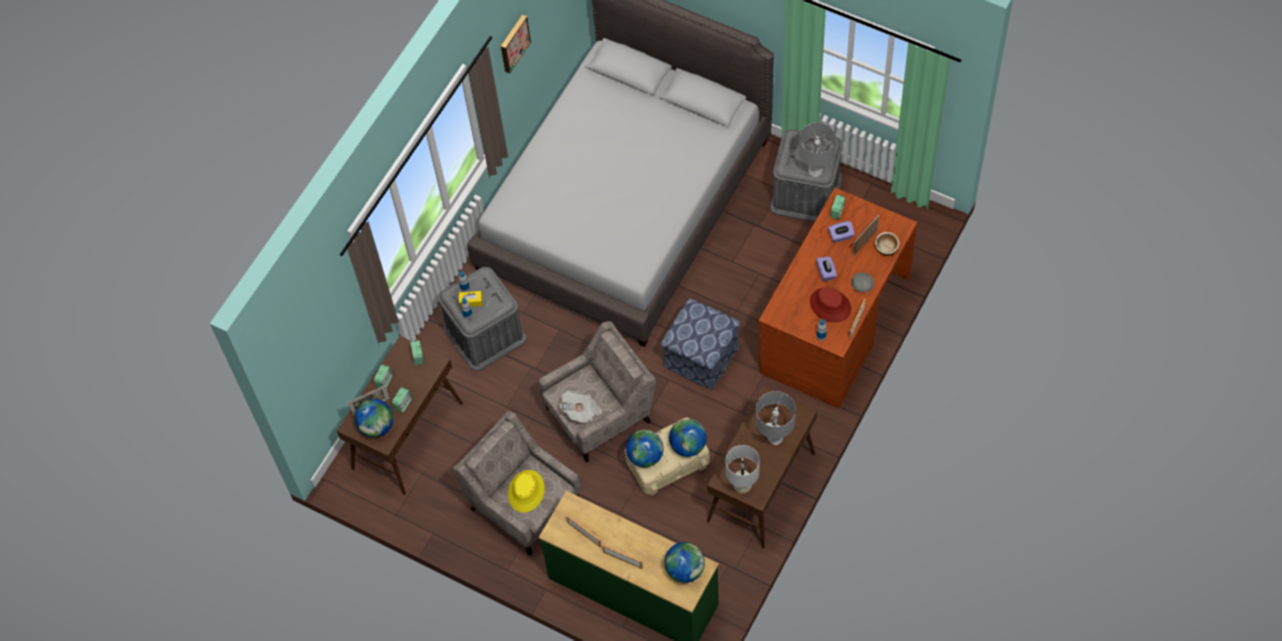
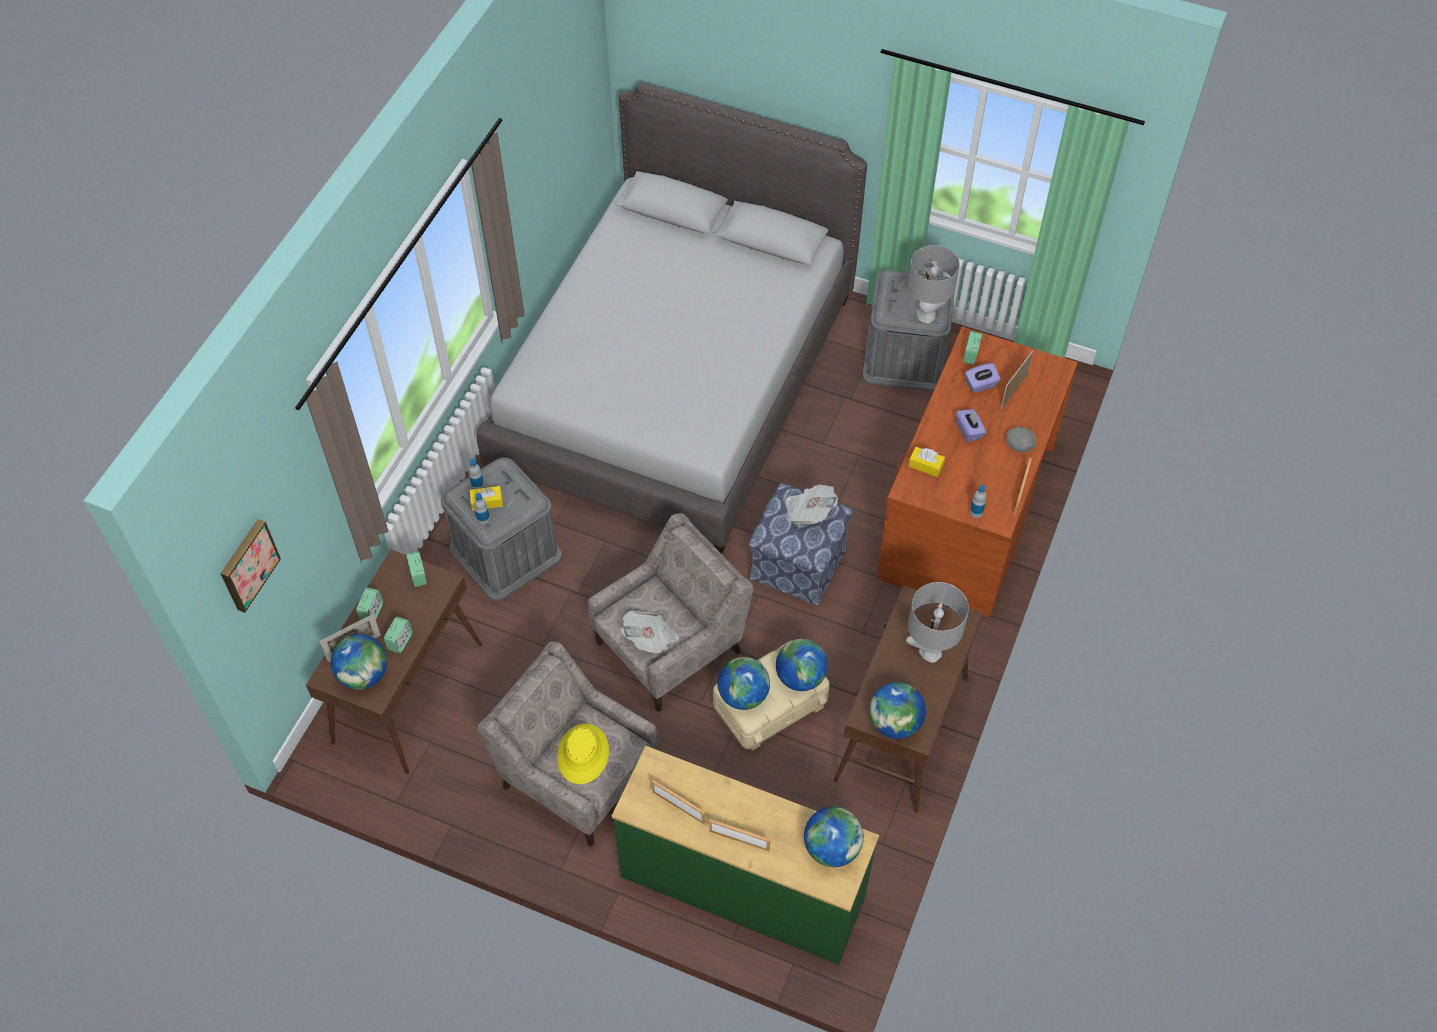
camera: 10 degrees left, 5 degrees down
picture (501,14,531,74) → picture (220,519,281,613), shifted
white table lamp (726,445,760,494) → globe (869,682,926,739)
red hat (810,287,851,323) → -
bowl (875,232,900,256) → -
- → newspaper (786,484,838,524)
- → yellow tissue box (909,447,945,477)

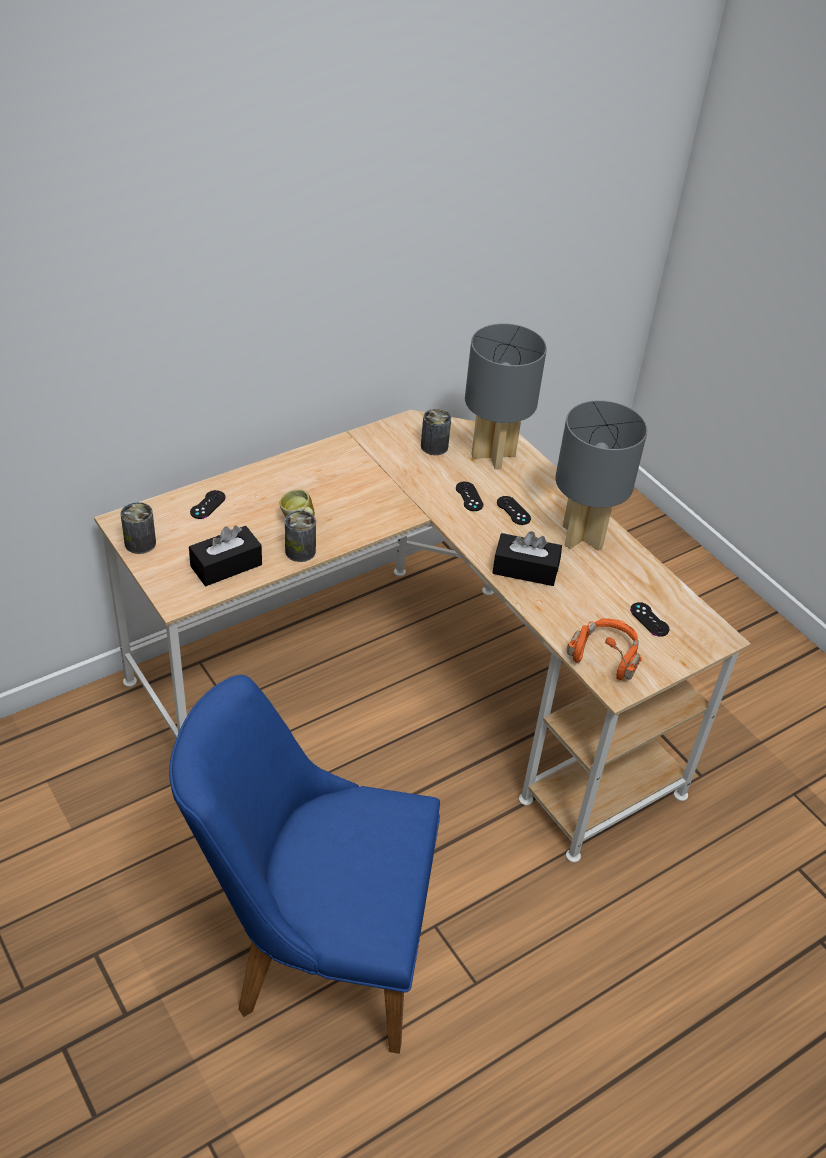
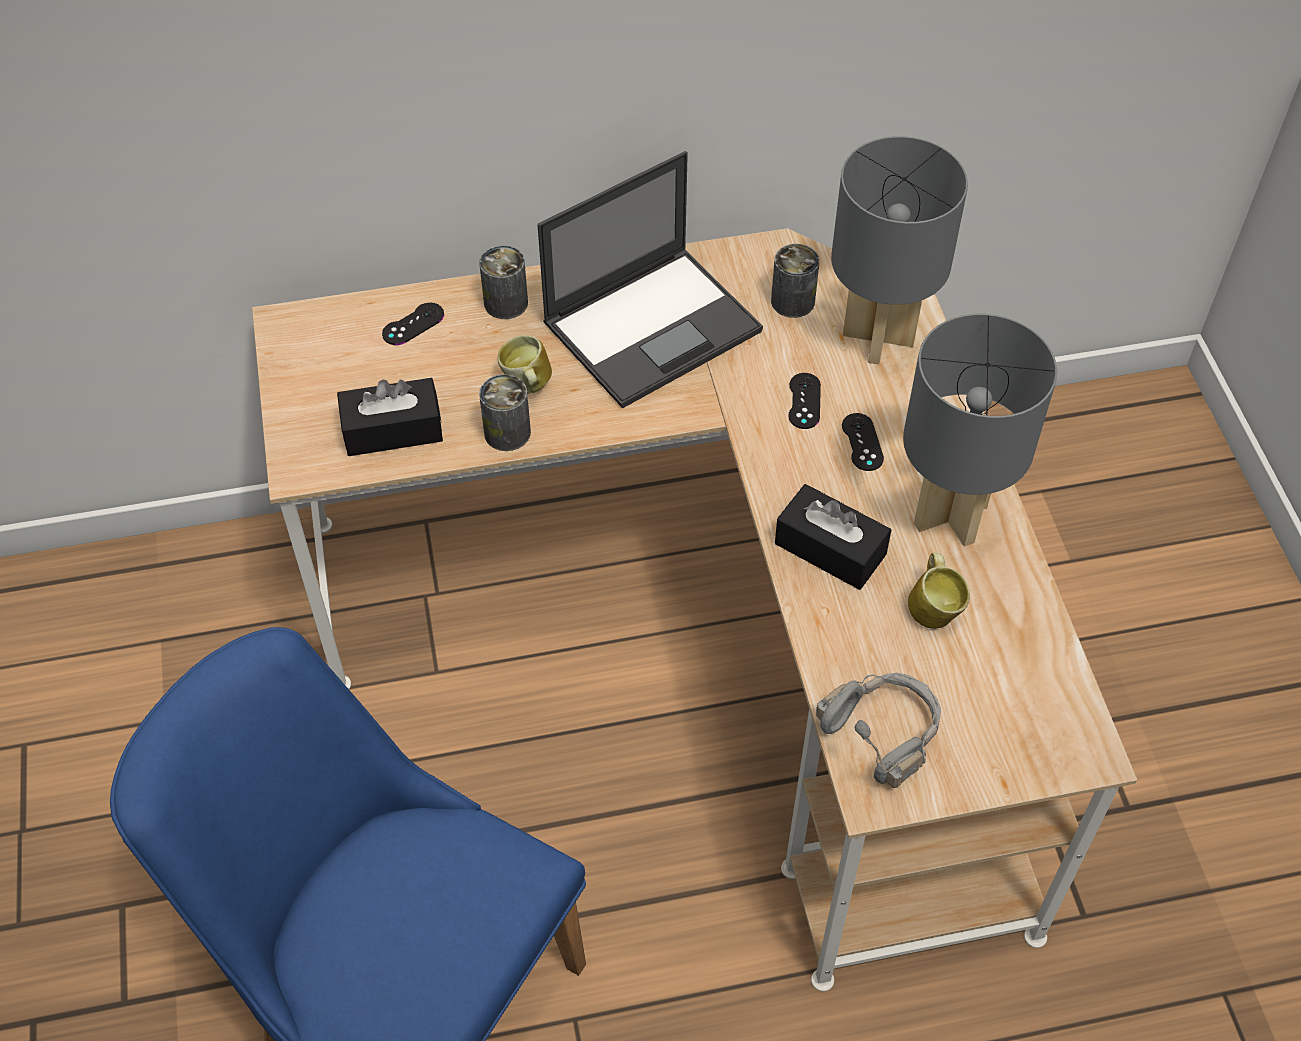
camera: 25 degrees right, 10 degrees up
can (121,502,156,554) → can (479,245,528,319), shifted
orange headphones (567,618,641,680) → grey headphones (816,673,941,788)
black game controller (630,602,669,637) → -
- → laptop (537,151,763,408)
- → mug (908,553,970,629)

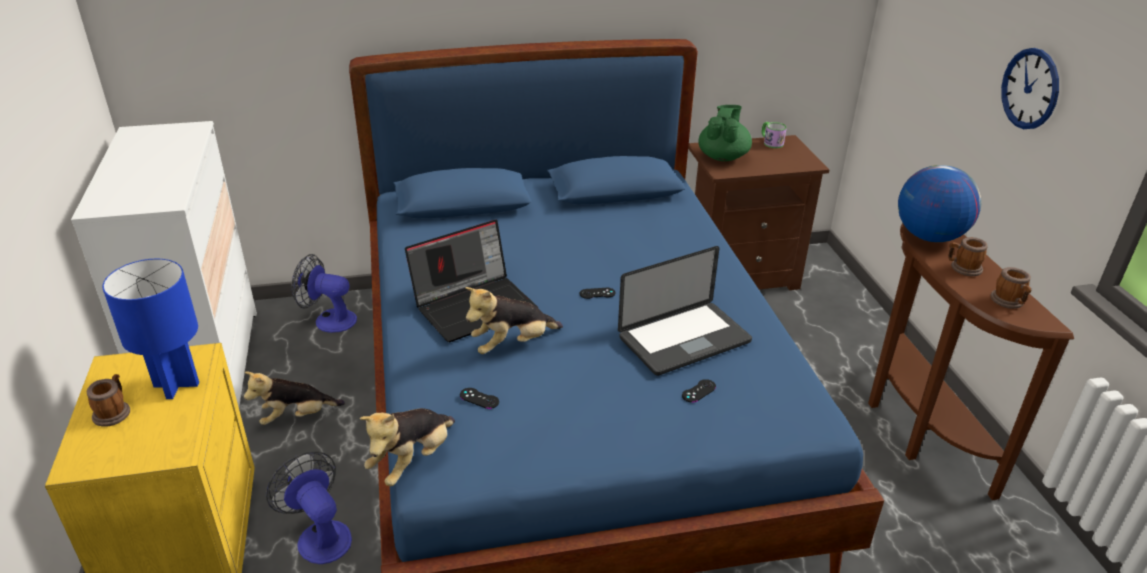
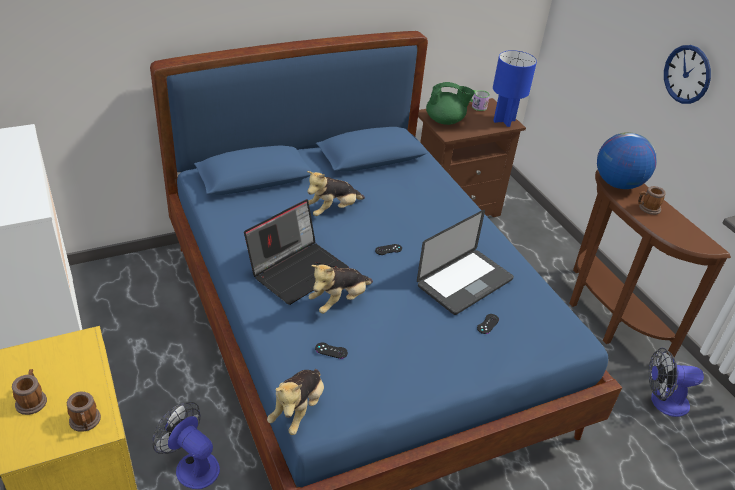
camera: 15 degrees left, 5 degrees up
blue table lamp (102,259,199,399) → blue table lamp (493,50,537,127), shifted
plush toy (244,372,345,425) → plush toy (307,171,365,216), shifted
fan (292,254,357,333) → fan (648,348,704,417), shifted
green teapot (698,105,752,161) → green teapot (426,82,475,125), 90 degrees clockwise
mug (990,267,1031,309) → mug (67,391,101,432), shifted

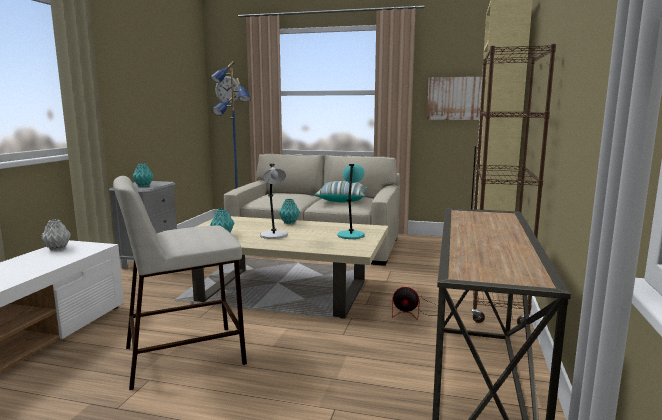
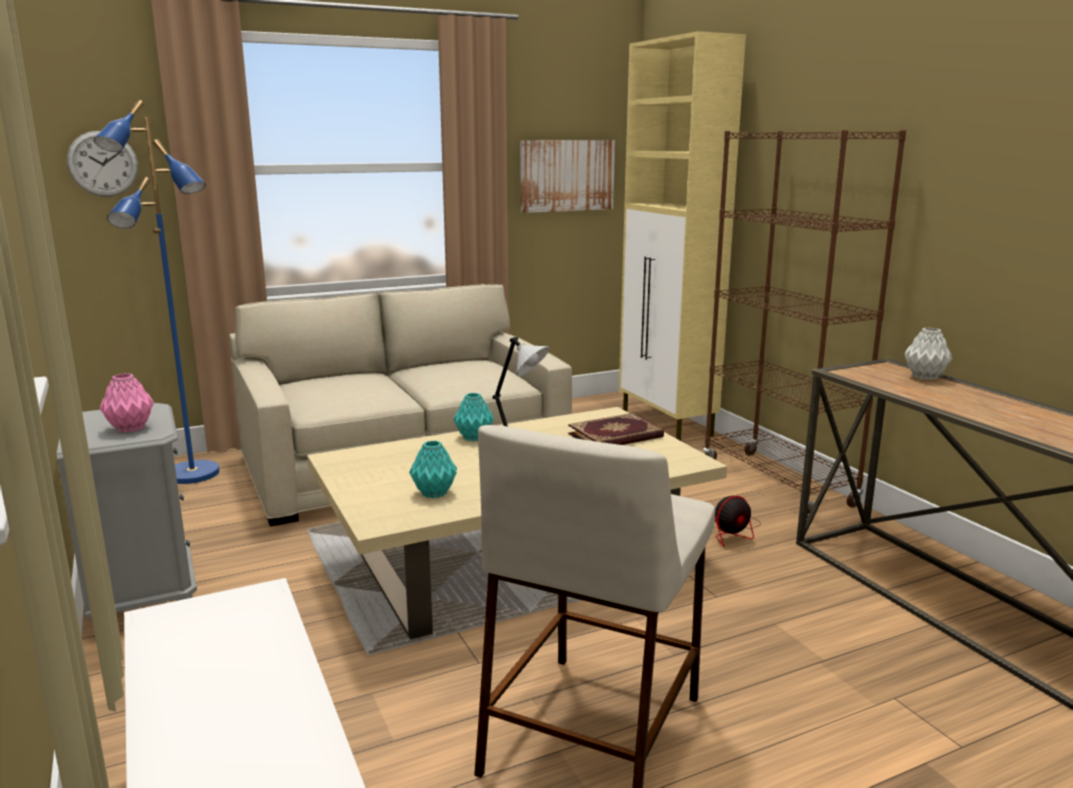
camera: 40 degrees left, 5 degrees up
grey vase (41,219,71,251) → grey vase (905,328,952,380), shifted
turquoise vase (132,163,153,187) → pink vase (100,373,154,432)
pillow (314,181,367,202) → -
turquoise table lamp (337,164,365,239) → book (568,413,664,445)

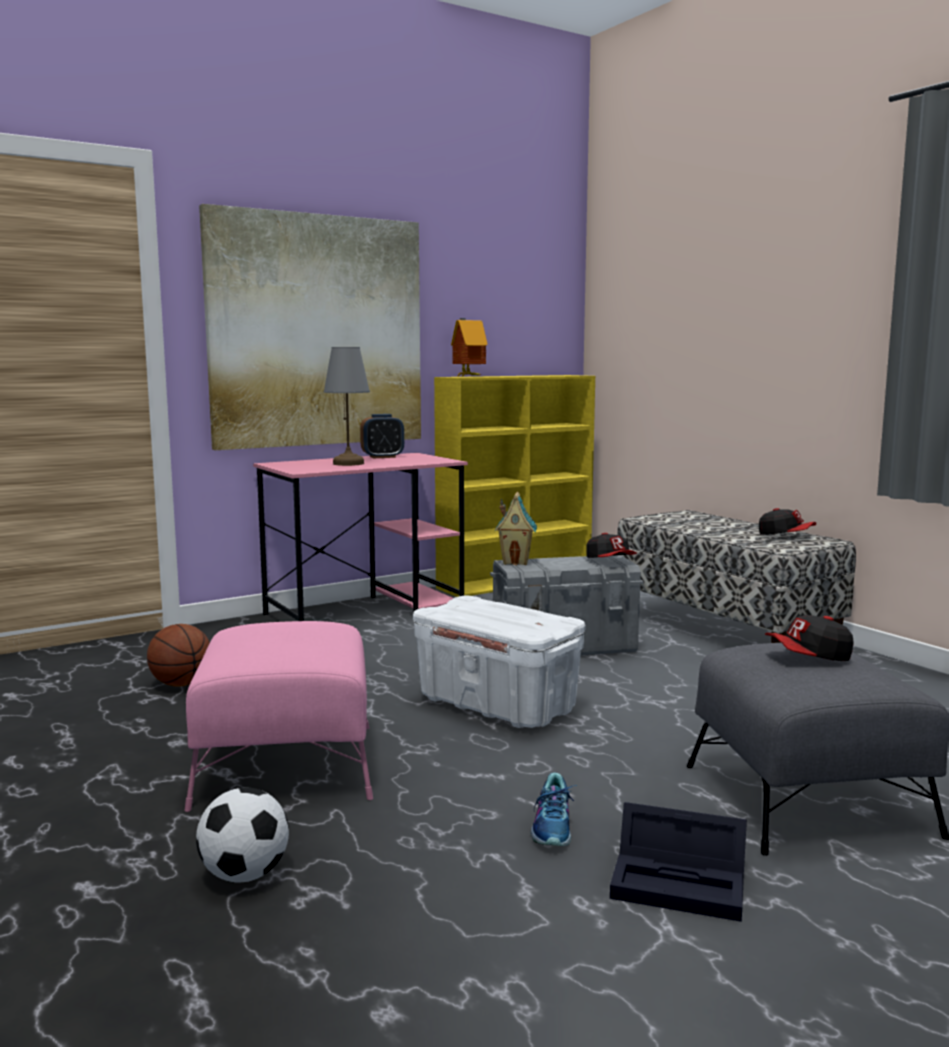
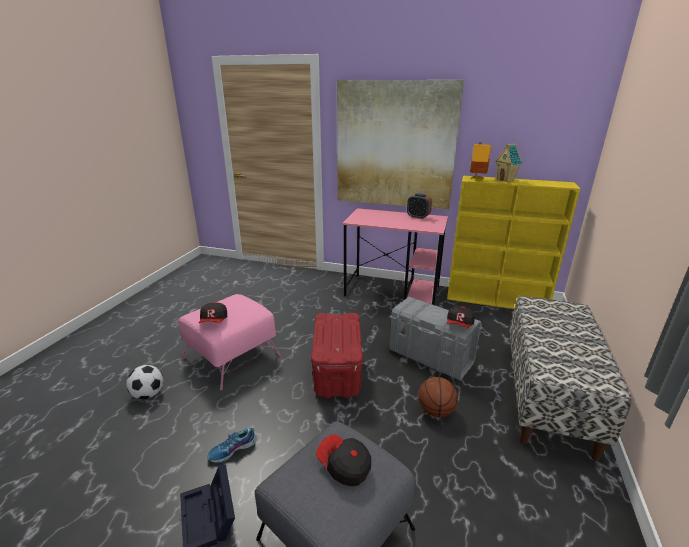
camera: 50 degrees right, 15 degrees up
basketball (147,624,210,687) → basketball (418,377,458,417), shifted
grey table lamp (324,347,370,466) → -
white storage box (413,596,586,728) → red storage box (311,313,363,398)
toy house (495,492,537,565) → toy house (495,143,522,182), shifted
cap (759,508,816,535) → cap (199,302,227,323), shifted

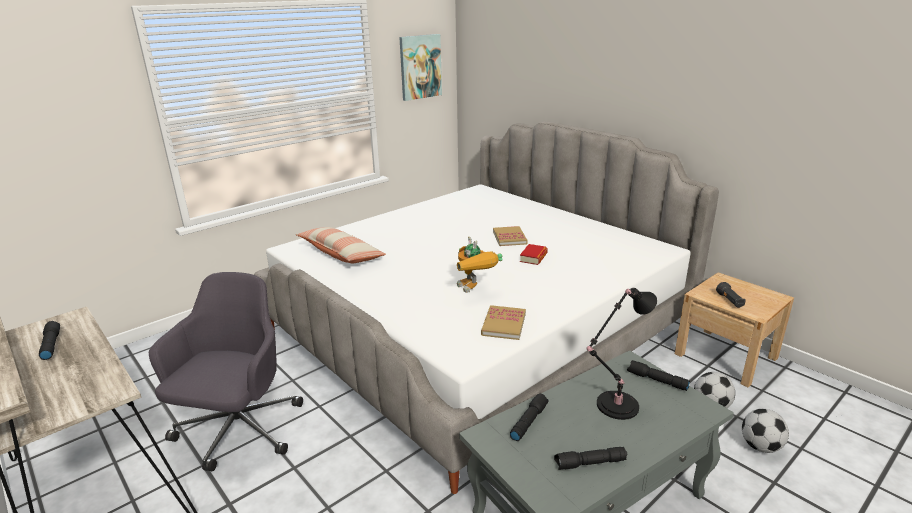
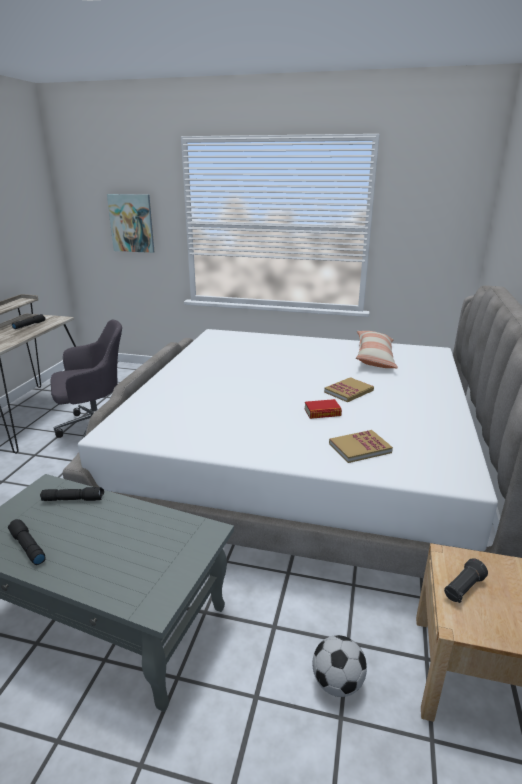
camera: 55 degrees right, 0 degrees up
pillow (296,227,386,263) → pillow (356,331,398,368), shifted
picture (399,34,442,101) → picture (107,194,154,253), shifted
toy robot (457,236,503,293) → -
book (481,305,526,340) → book (329,430,393,463), shifted
black table lamp (587,288,657,420) → -
black flashlight (627,360,690,391) → -
football (742,409,789,453) → -

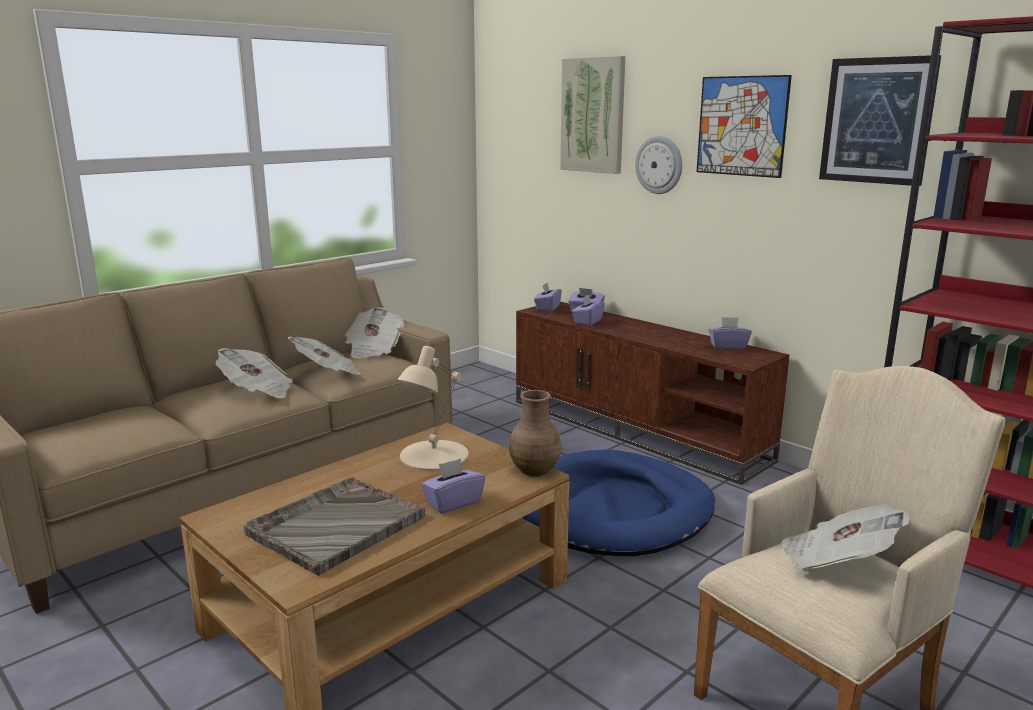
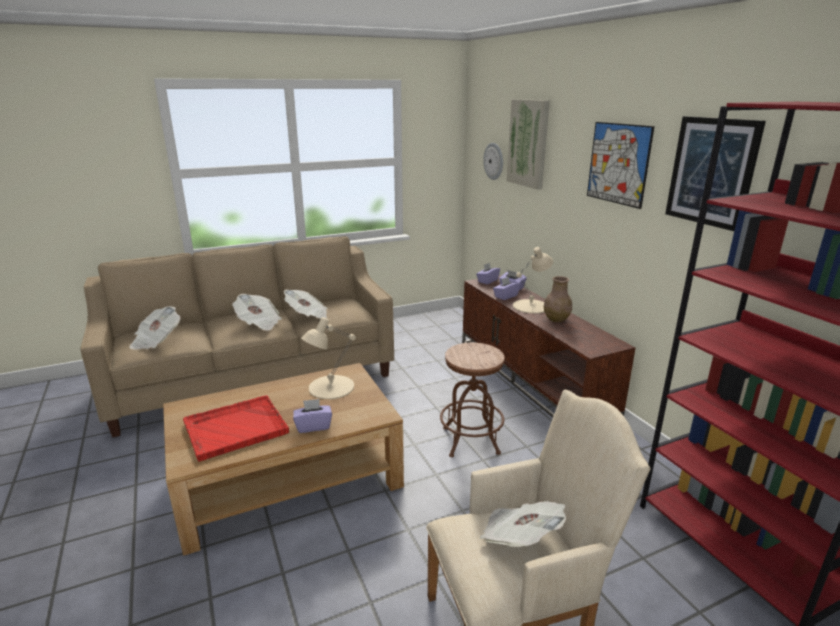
camera: 20 degrees right, 5 degrees up
grey tray (244,477,425,576) → red tray (183,395,289,462)
newspaper (345,307,404,359) → newspaper (129,306,180,350), shifted
brown vase (509,390,561,477) → brown vase (544,276,572,322), shifted
blue dog bed (522,449,715,556) → brown stool (440,343,505,457)
wall clock (635,136,682,194) → wall clock (483,143,503,180), shifted
purple tissue box (709,317,752,350) → -
- → beige table lamp (513,247,553,314)

